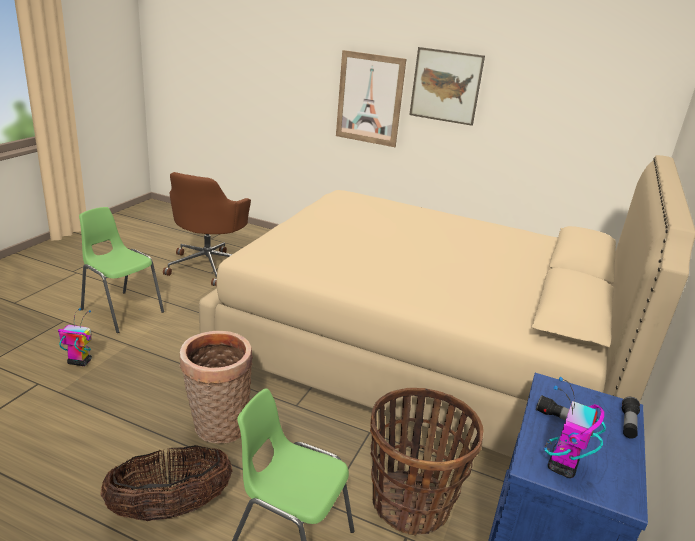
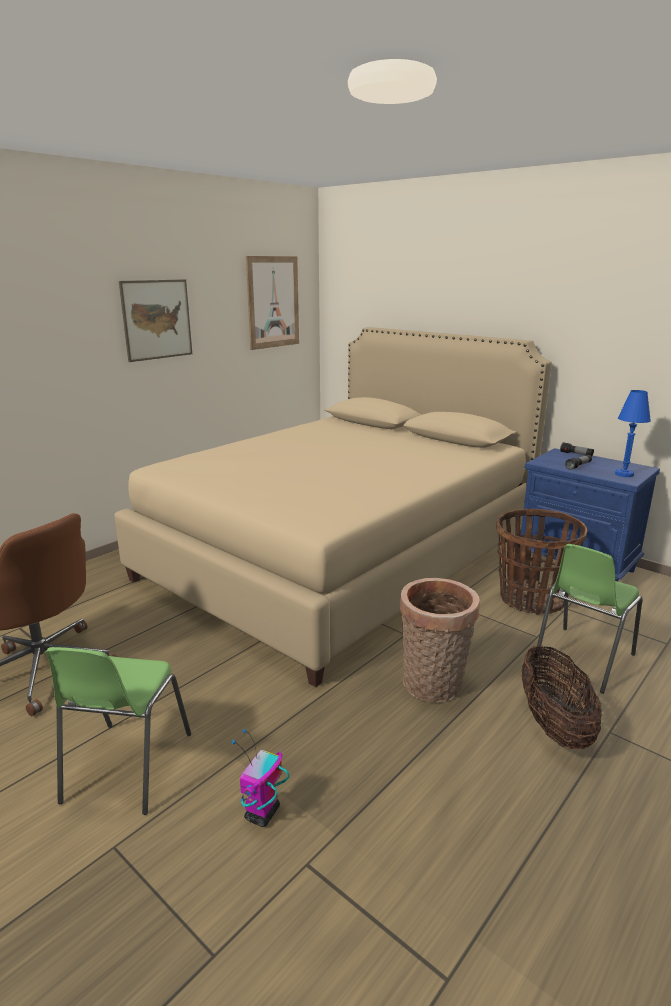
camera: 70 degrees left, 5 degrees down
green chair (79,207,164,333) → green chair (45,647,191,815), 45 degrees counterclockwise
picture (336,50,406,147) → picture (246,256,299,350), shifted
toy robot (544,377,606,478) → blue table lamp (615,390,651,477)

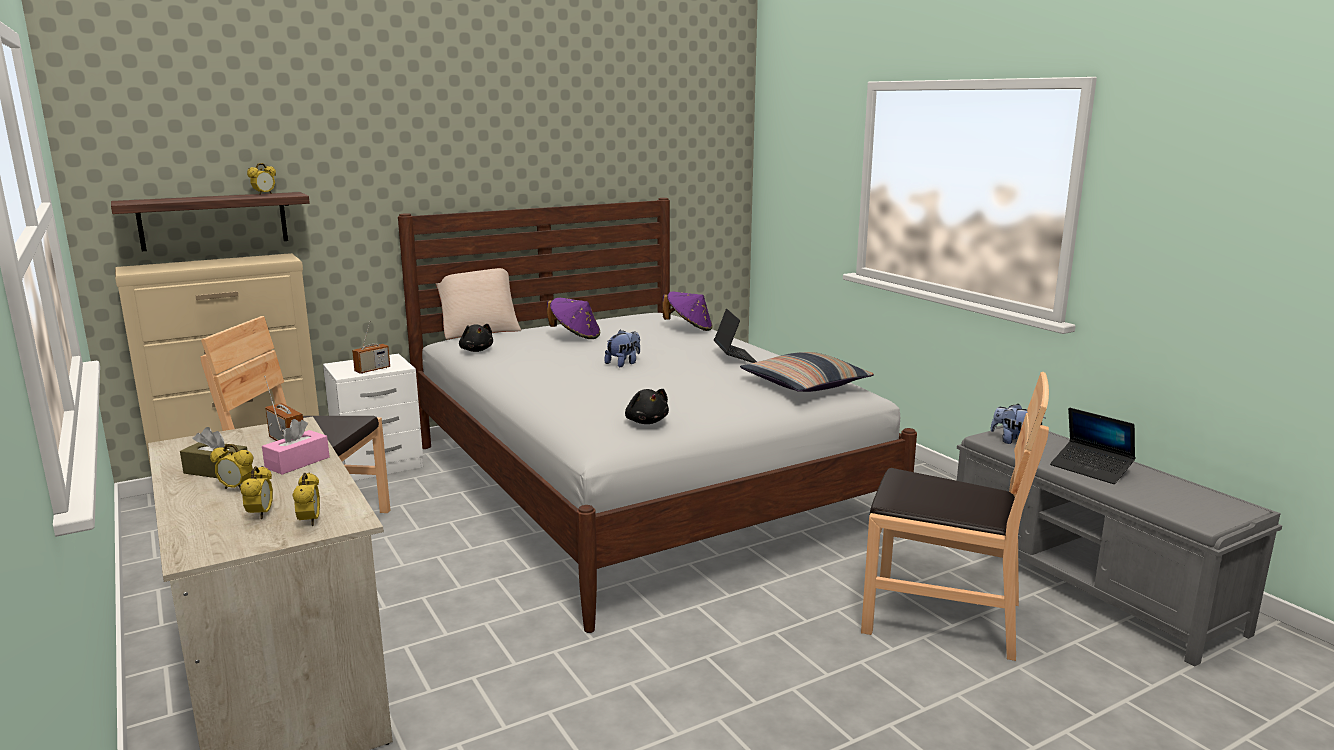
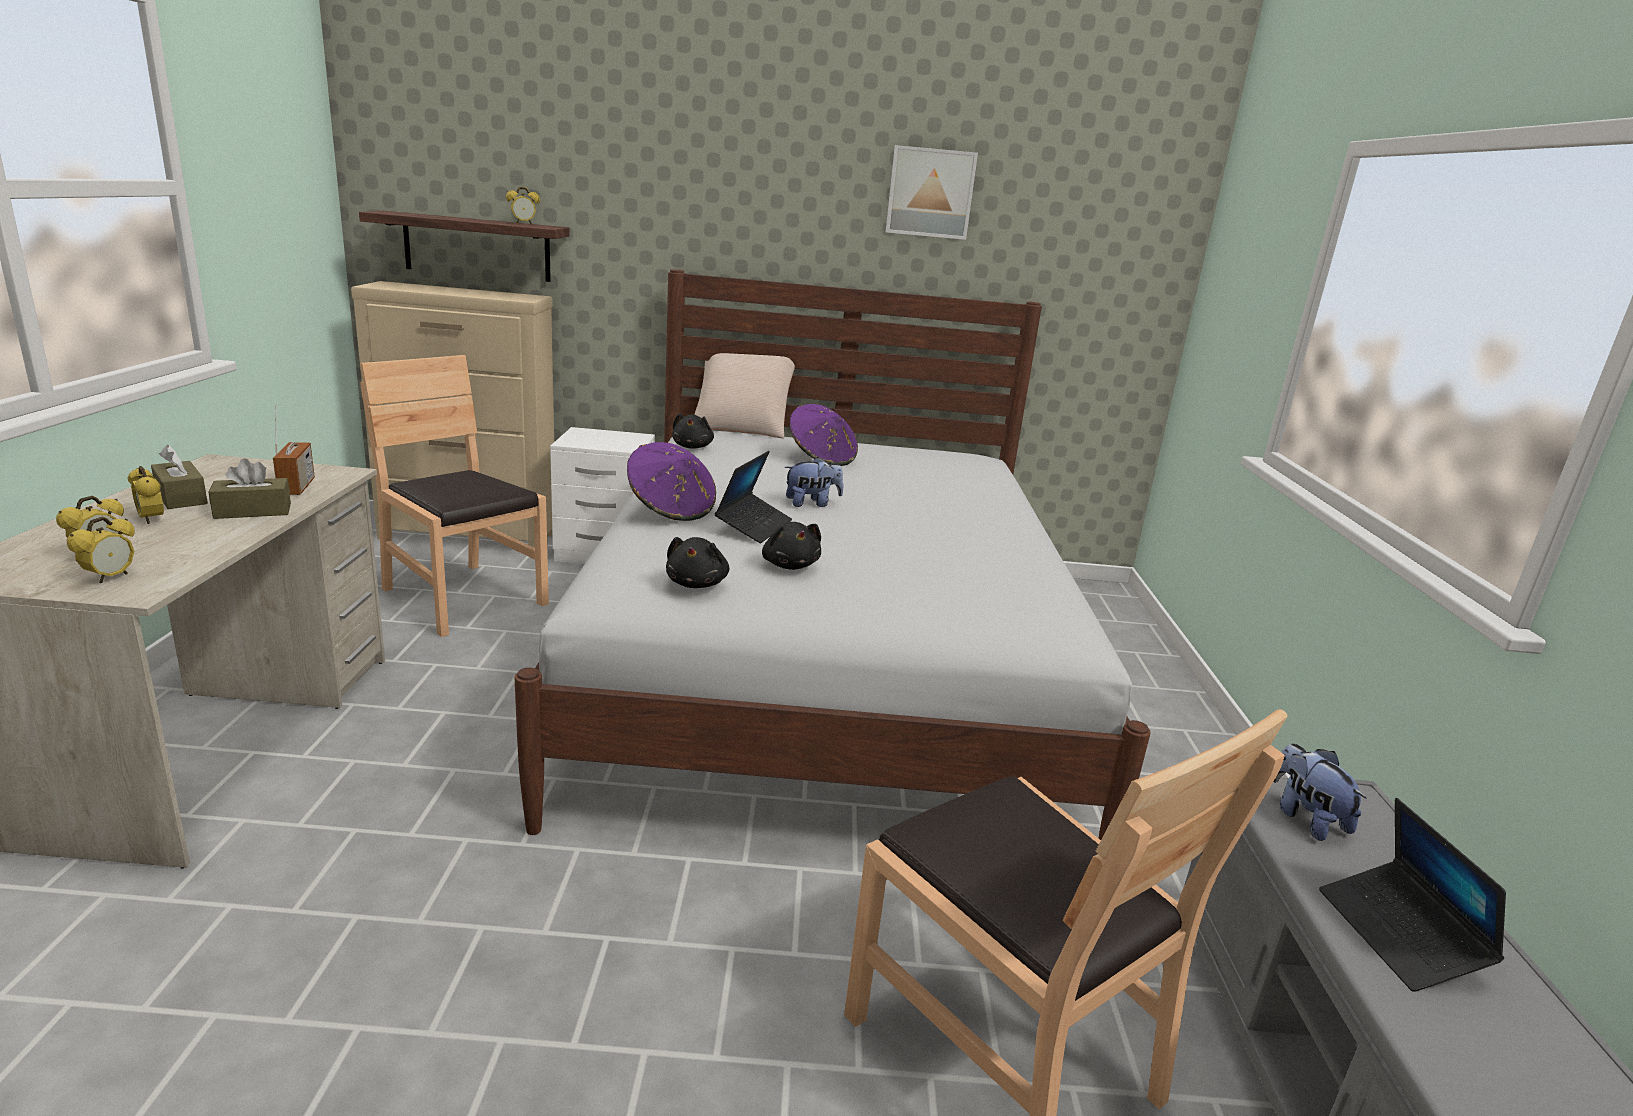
camera: 30 degrees right, 5 degrees up
pink tissue box (262,419,330,475) → brown tissue box (209,458,291,519)
radio (352,321,390,374) → -
purple hat (662,292,713,331) → purple hat (627,442,716,521), shifted
laptop (714,309,757,363) → laptop (715,451,792,543), shifted
pillow (740,352,874,392) → -
- → black plush toy (762,522,821,570)
- → picture (886,145,978,240)

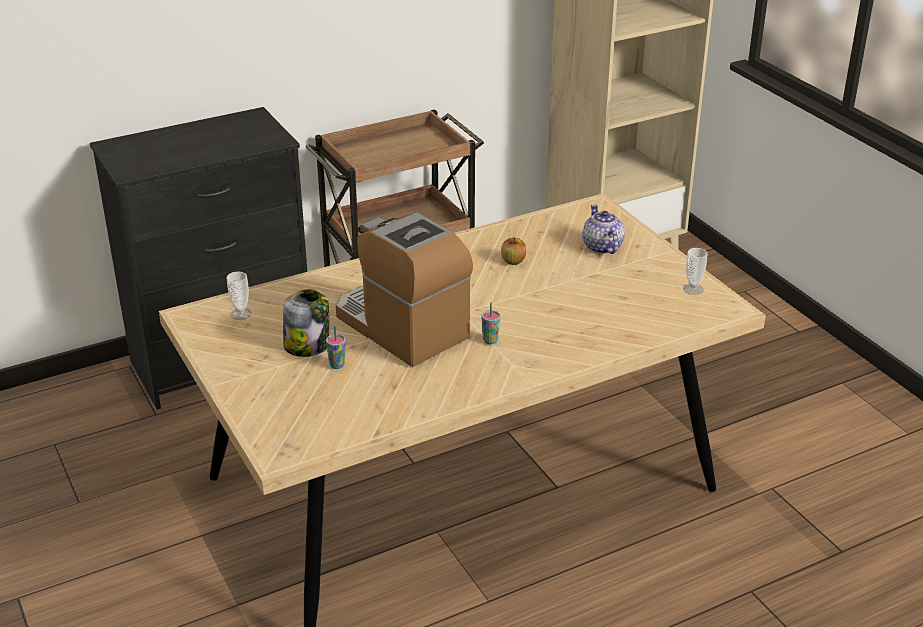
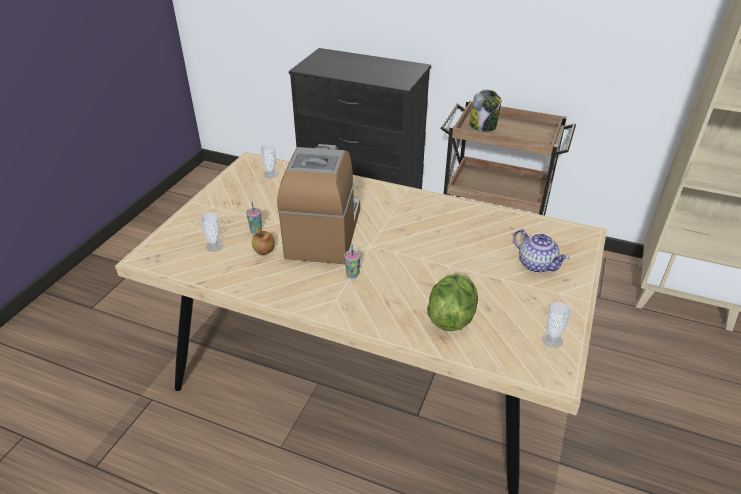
camera: 50 degrees right, 5 degrees up
jar (283,289,330,357) → jar (469,90,501,132), shifted
apple (501,238,526,265) → apple (252,231,275,255), shifted
teapot (582,204,625,254) → teapot (513,229,569,273), 105 degrees clockwise
- → cup (200,212,223,252)
- → lettuce (427,273,478,331)

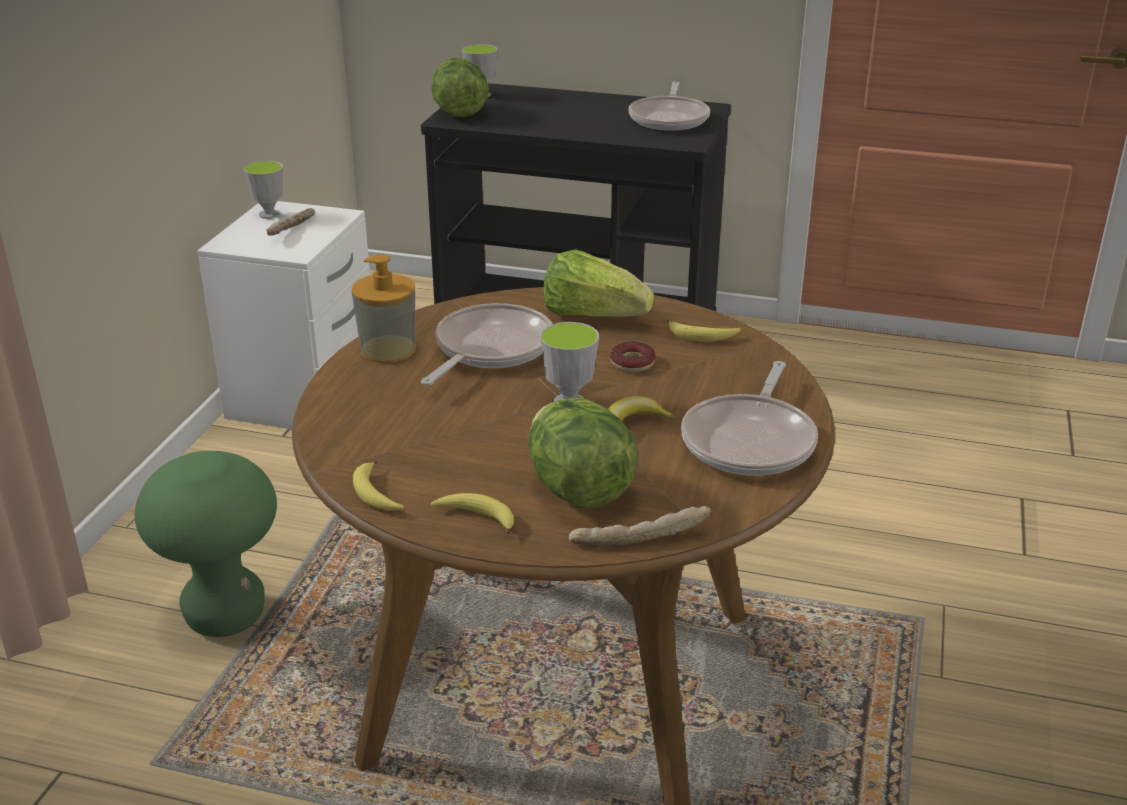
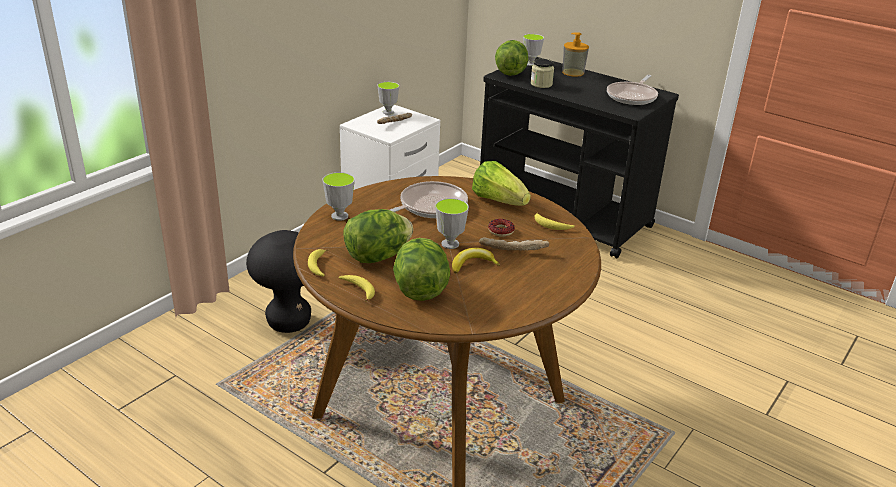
camera: 20 degrees right, 0 degrees up
green stool (135,451,277,637) → black stool (246,230,311,333)
soap dispenser (352,255,415,363) → soap dispenser (562,32,589,77), shifted
bread (569,506,711,546) → bread (479,237,549,251), shifted
frying pan (681,361,818,476) → -
- → cup (322,172,355,221)
- → lettuce (343,209,413,263)
- → jar (530,59,554,88)

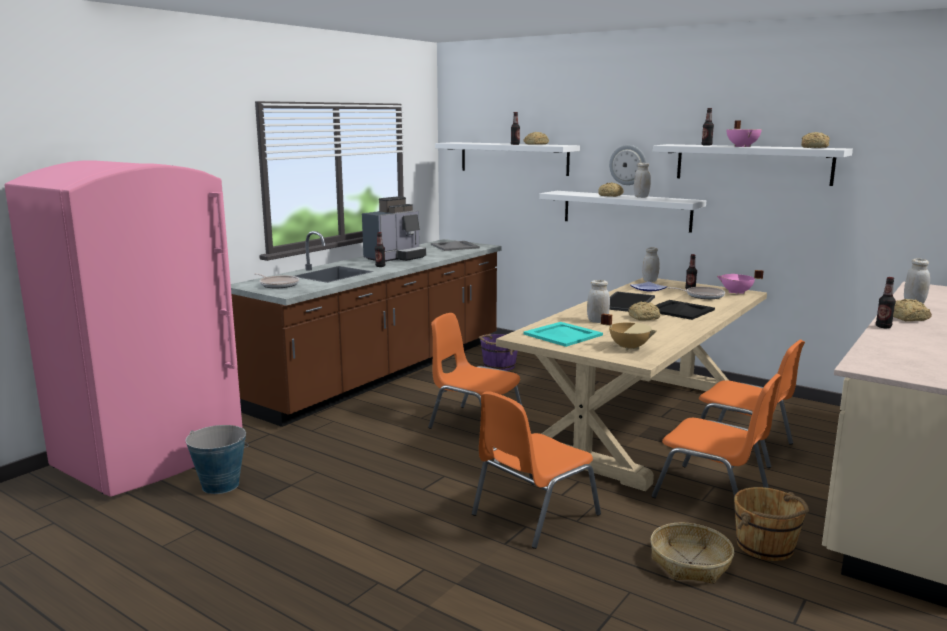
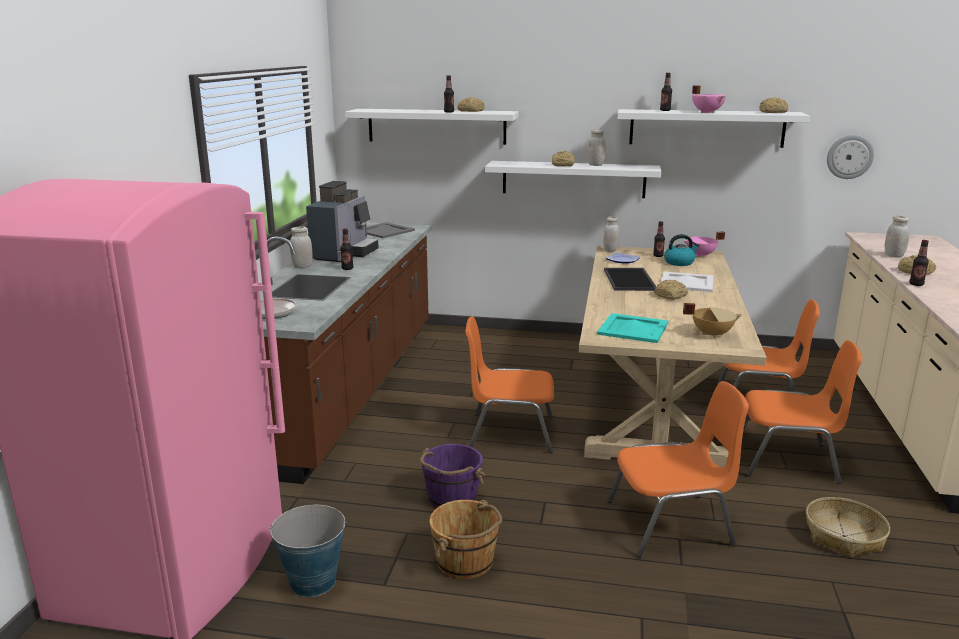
camera: 25 degrees left, 5 degrees up
orange chair (472,391,601,549) → orange chair (607,381,749,558), 120 degrees counterclockwise
purple bucket (479,334,518,371) → purple bucket (420,444,485,508), shifted
white jar (587,280,610,323) → white jar (290,226,313,268), shifted
wall clock (609,145,646,185) → wall clock (827,135,874,179), shifted
black tray (655,300,715,320) → white tray (661,272,713,292)
frying pan (668,287,725,299) → kettle (664,234,699,266)
brown bucket (734,487,809,561) → brown bucket (429,500,502,579), shifted

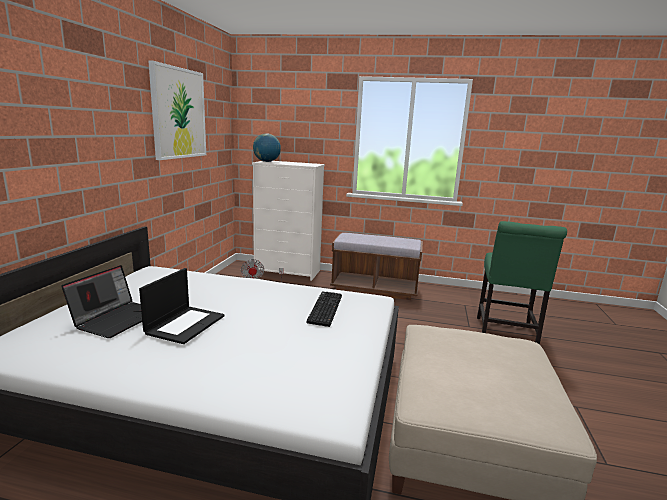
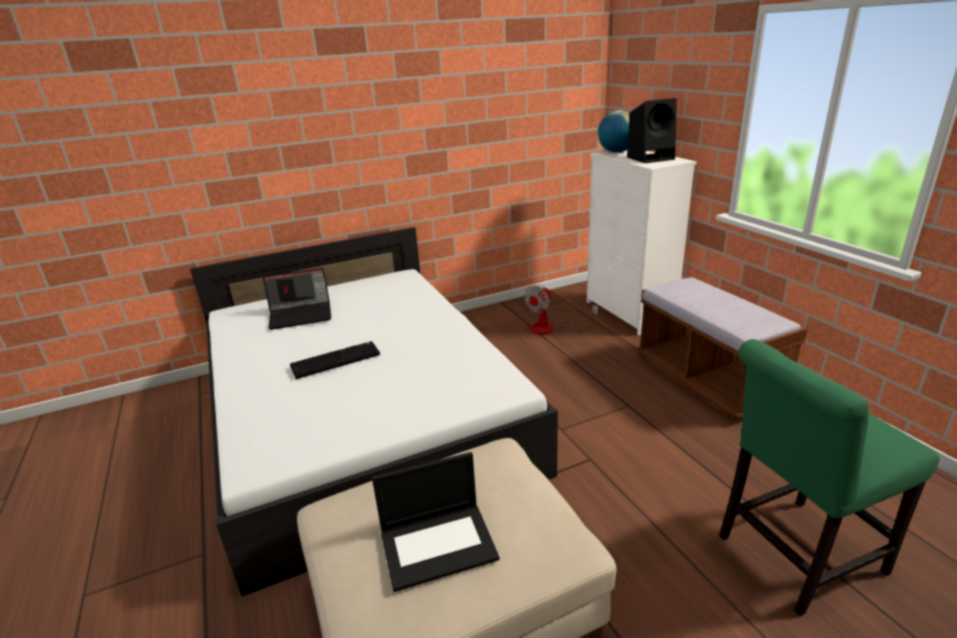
camera: 55 degrees right, 10 degrees up
laptop (139,268,224,344) → laptop (372,452,499,592), shifted
picture (148,60,206,160) → -
keyboard (306,291,342,327) → keyboard (290,341,380,379), shifted
- → black speaker (627,98,677,163)

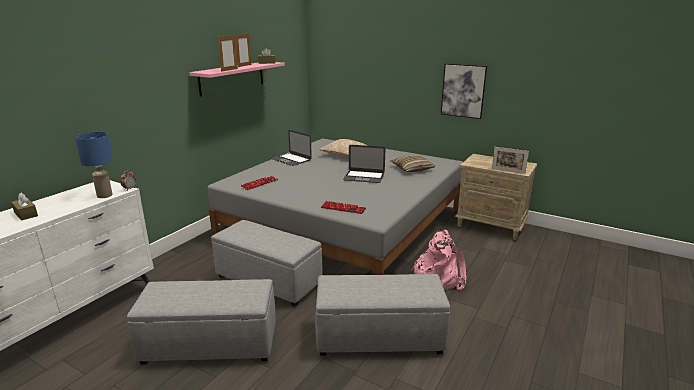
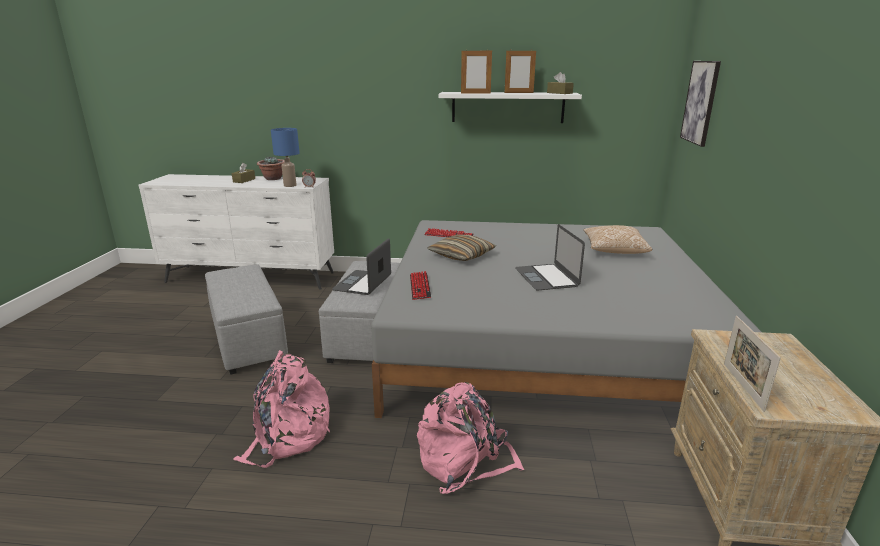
camera: 65 degrees right, 0 degrees up
pink shelf (189,62,285,97) → white shelf (438,92,582,123)
laptop (271,130,312,166) → laptop (332,238,391,295), shifted
grey ottoman (315,274,450,356) → pink backpack (233,350,330,468)
pillow (391,155,435,172) → pillow (428,234,496,261), shifted
picture (441,63,487,119) → picture (680,61,721,147), shifted
- → potted plant (257,156,285,180)

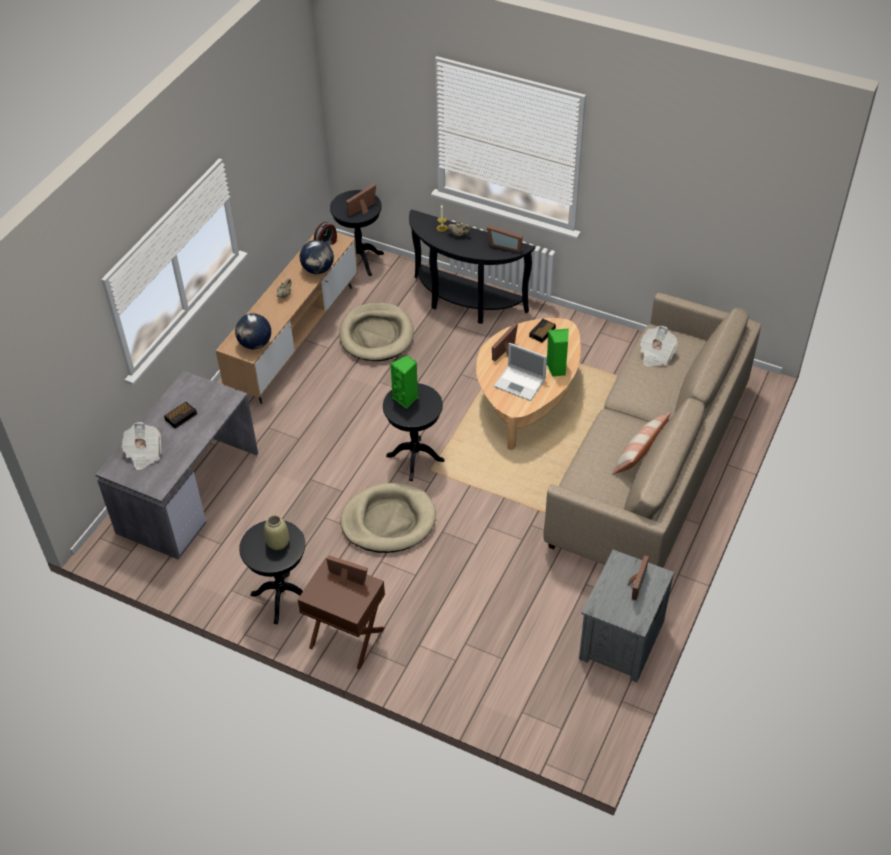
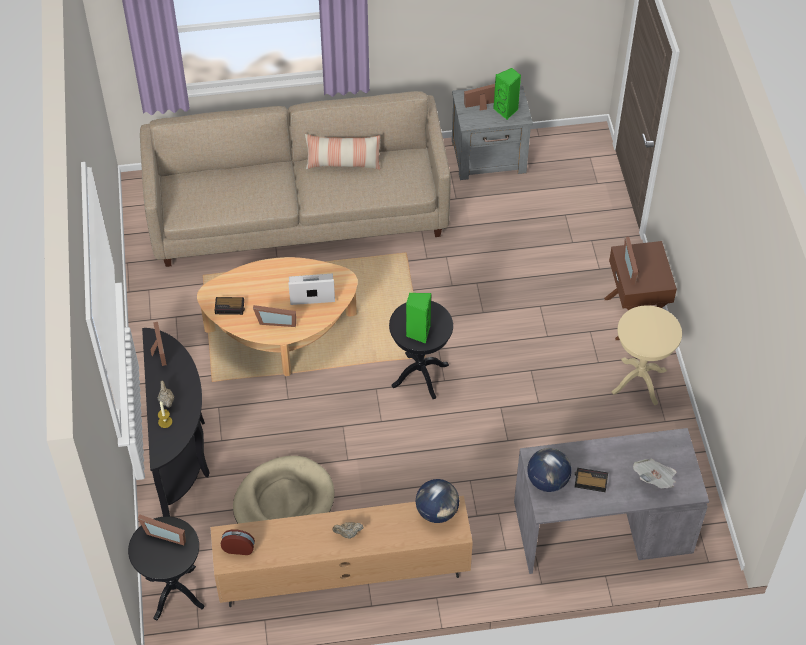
camera: 125 degrees left, 5 degrees up
black side table (239,521,305,624) → beige side table (612,305,682,405)
beige vase (264,515,289,550) → -
globe (300,240,334,274) → globe (527,448,572,492), shifted
beige dog bed (341,483,436,553) → -
laptop (494,343,547,401) → laptop (288,274,335,305), 90 degrees counterclockwise
green speaker (546,329,569,377) → green speaker (493,68,521,120), shifted
newspaper (640,326,678,366) → -

